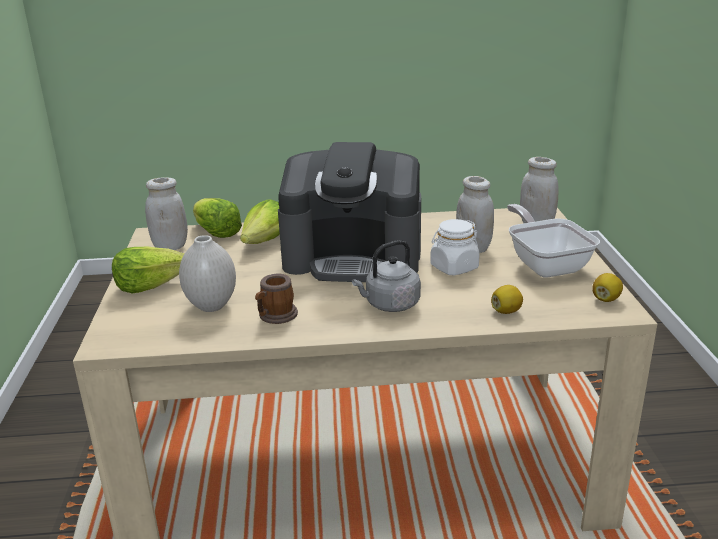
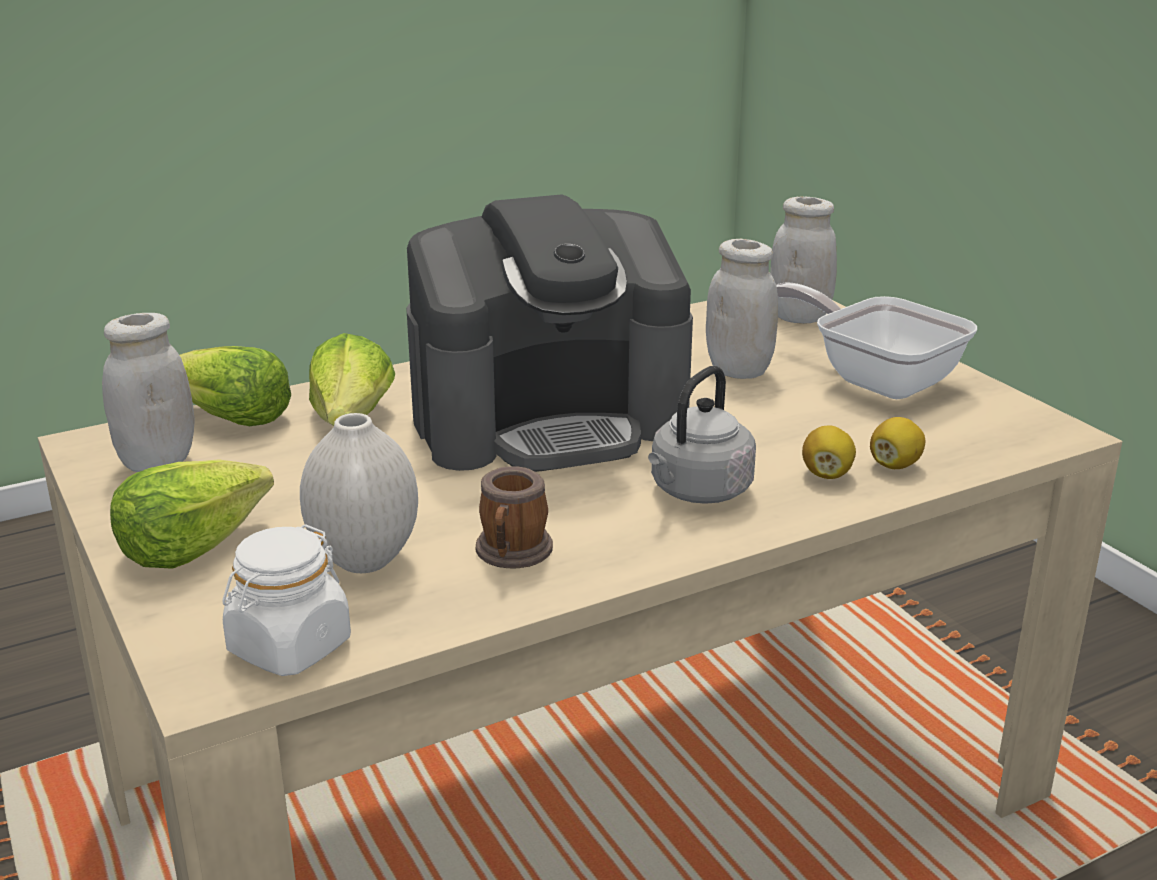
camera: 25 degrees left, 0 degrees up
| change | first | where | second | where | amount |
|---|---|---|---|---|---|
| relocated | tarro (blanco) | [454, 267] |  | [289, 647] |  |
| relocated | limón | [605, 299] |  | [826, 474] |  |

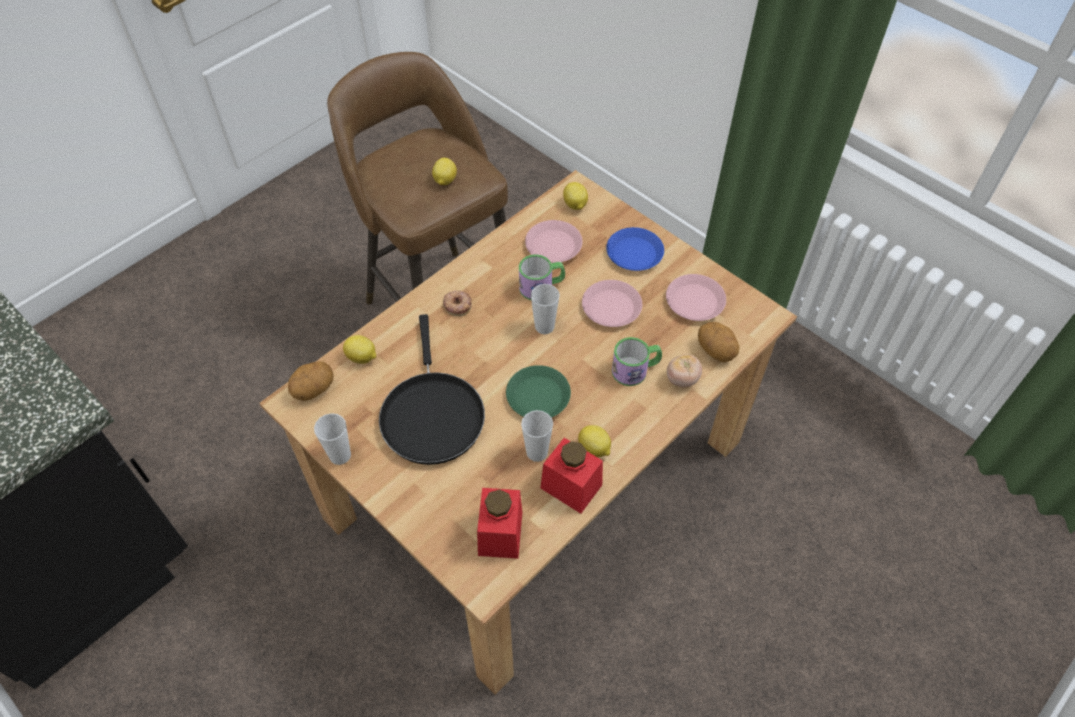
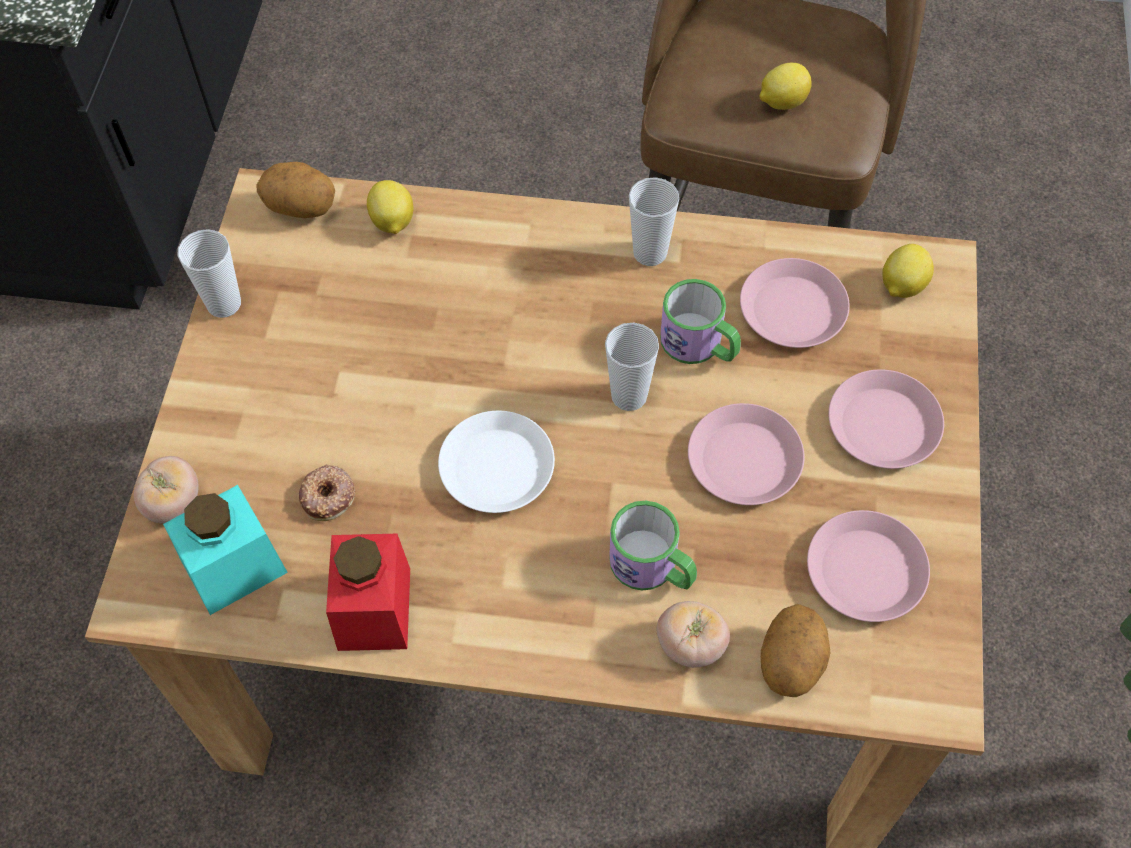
camera: 55 degrees right, 5 degrees up
| change | first | where | second | where | amount |
|---|---|---|---|---|---|
| colour | plato (azul) | [635, 253] | plato (rosa) | [884, 426] |  |
| relocated | rosquilla | [457, 305] |  | [328, 496] |  |
| missing | sartén (negro) | [432, 414] |  |  |  |
| colour | plato (verde) | [538, 396] | plato (blanco) | [497, 468] |  |
| relocated | taza | [537, 452] |  | [650, 253] |  |
| missing | limón | [594, 449] |  |  |  |
| colour | tarro (rojo) | [500, 533] | tarro (turquesa) | [234, 567] |  |
| appeared |  |  | tomate | [173, 503] |  |

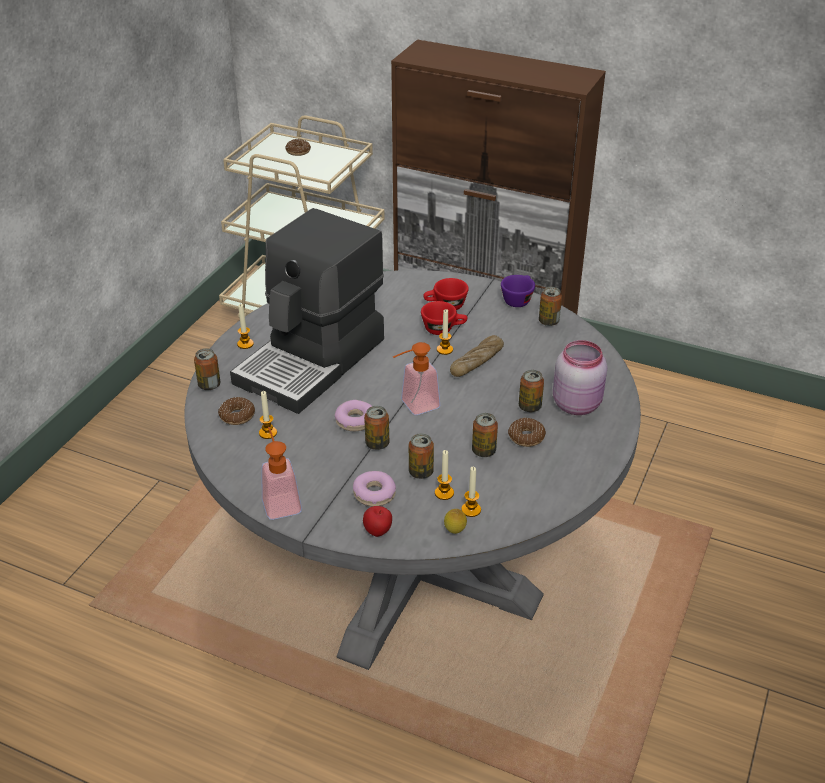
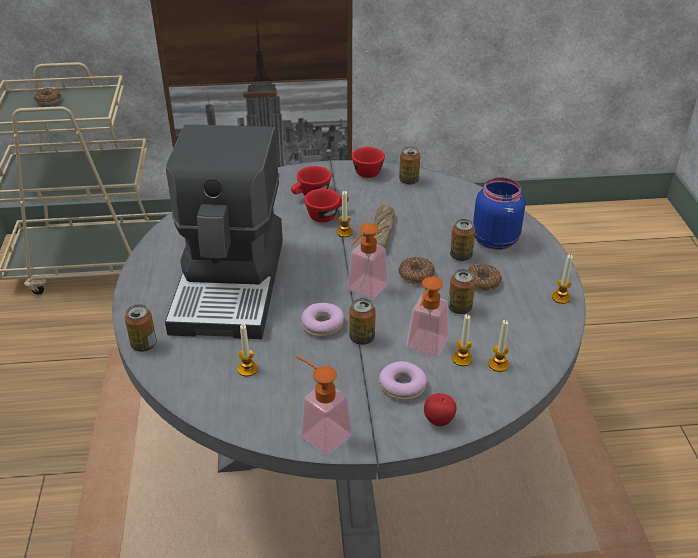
camera: 30 degrees left, 0 degrees up
| change | first | where | second | where | amount |
|---|---|---|---|---|---|
| colour | taza (morado) | [518, 299] | taza (rojo) | [367, 170] |  |
| relocated | vela | [245, 344] |  | [561, 298] |  |
| colour | tarro (rosa) | [577, 404] | tarro (azul) | [495, 240] |  |
| relocated | rosquilla | [237, 416] |  | [416, 275] |  |
| exchanged | lata | [421, 472] | dispensador de jabón | [424, 348] |  |
| missing | limón | [454, 532] |  |  |  |

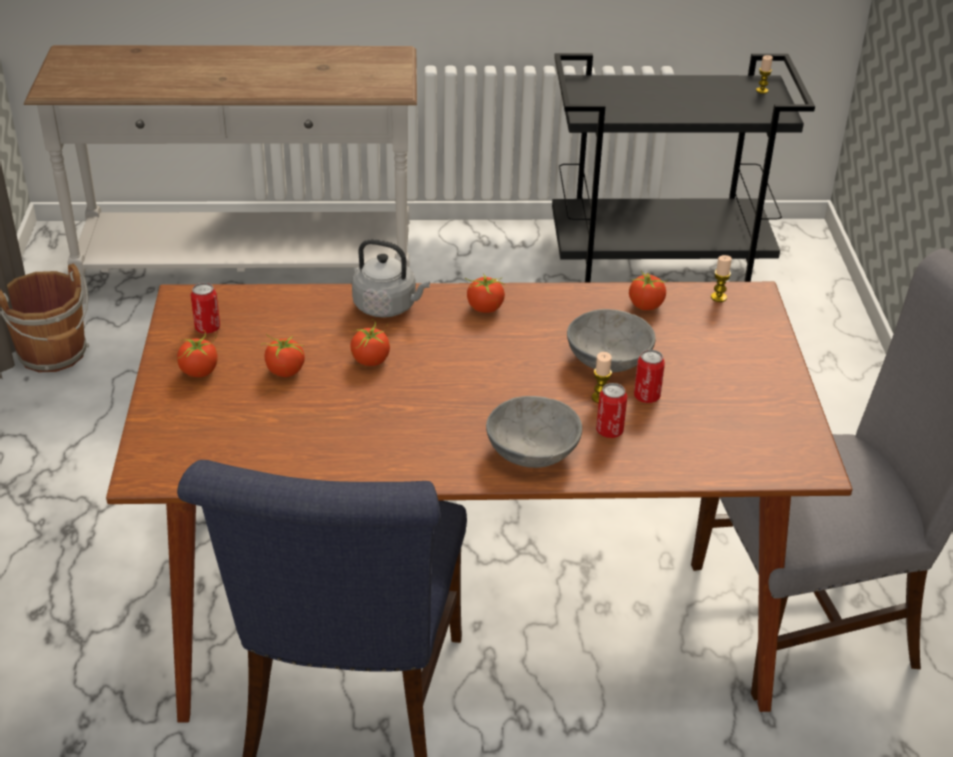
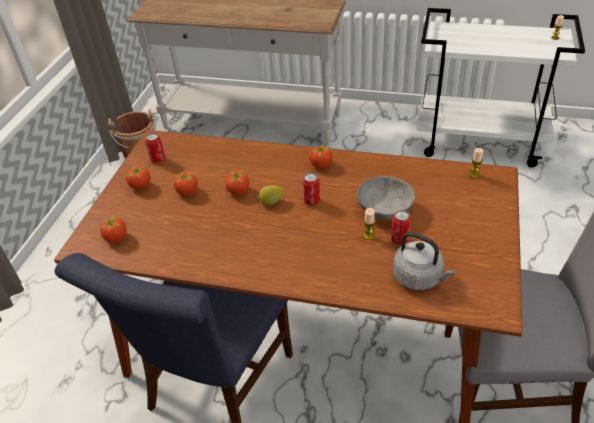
camera: 20 degrees right, 5 degrees up
| change | first | where | second | where | amount |
|---|---|---|---|---|---|
| colour | carrito (negro) | [659, 270] | carrito (blanco) | [481, 142] |  |
| relocated | hervidor (gris) | [388, 307] |  | [420, 277] |  |
| relocated | tomate | [646, 306] |  | [116, 238] |  |
| relocated | lata | [609, 431] |  | [312, 201] |  |
| missing | cuenco (gris) | [531, 451] |  |  |  |
| appeared |  |  | limón | [271, 202] |  |

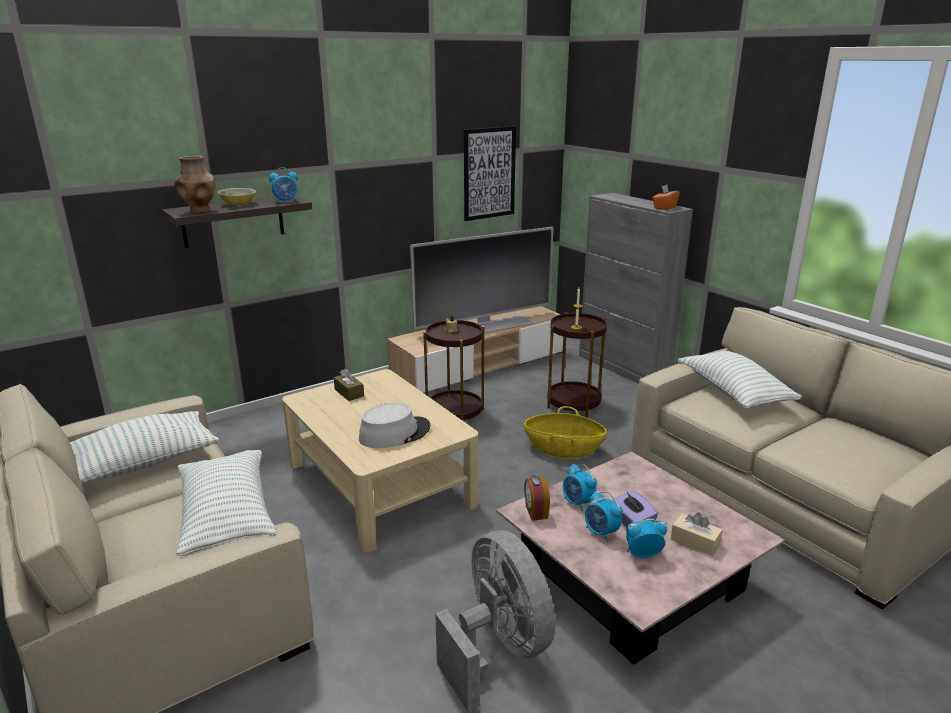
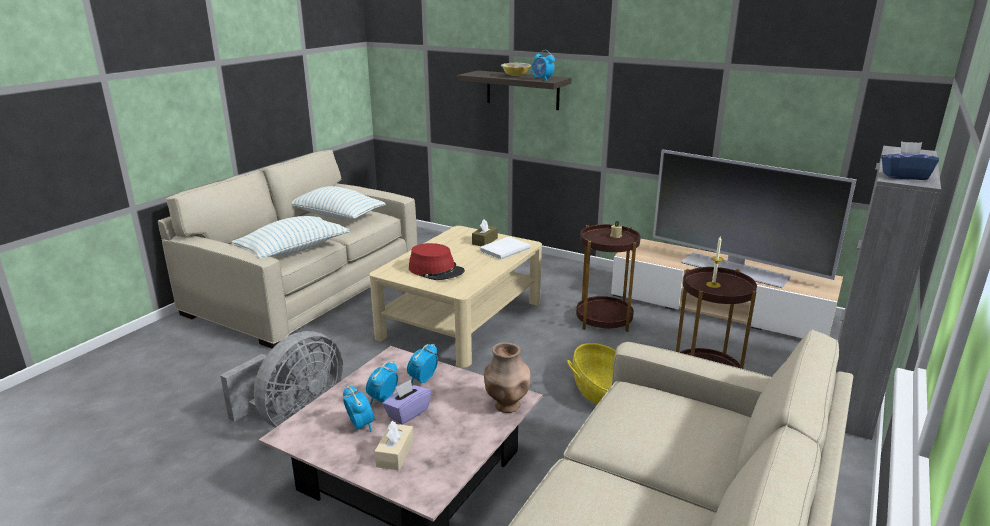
camera: 65 degrees right, 0 degrees up
| change | first | where | second | where | amount |
|---|---|---|---|---|---|
| missing | cuadro | [489, 173] |  |  |  |
| relocated | florero (marrón) | [200, 211] |  | [506, 406] |  |
| colour | caja de pañuelos (naranja) | [664, 207] | caja de pañuelos (azul) | [904, 176] |  |
| missing | cojín | [733, 393] |  |  |  |
| colour | sombrero (gris) | [394, 433] | sombrero (rojo) | [436, 270] |  |
| missing | despertador | [535, 512] |  |  |  |
| appeared |  |  | libro (blanco) | [503, 249] |  |

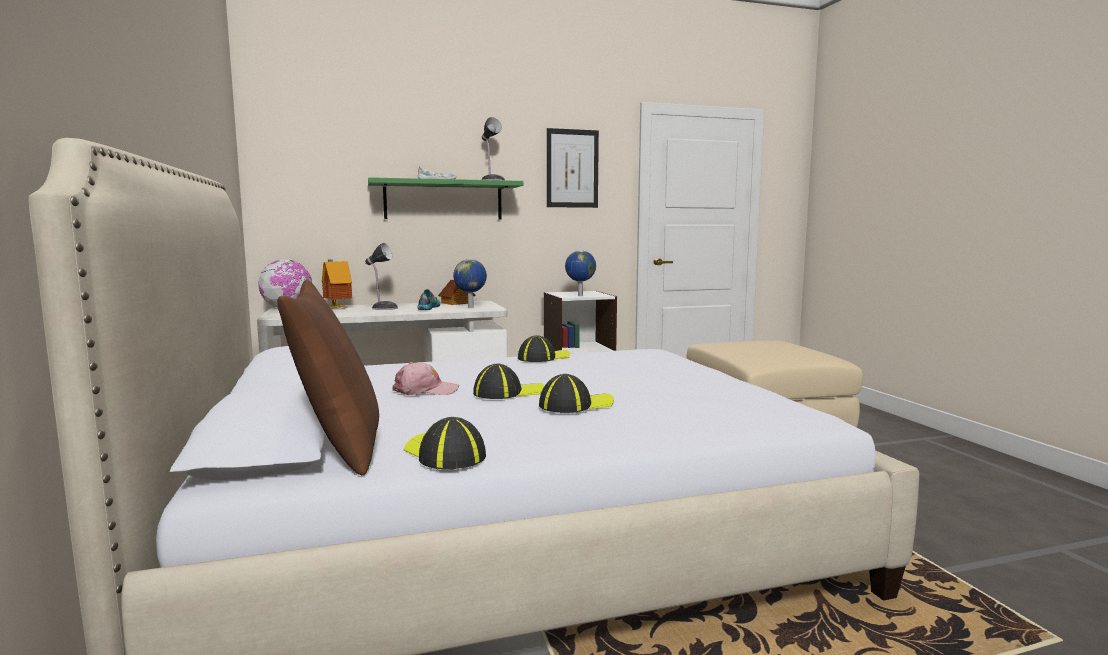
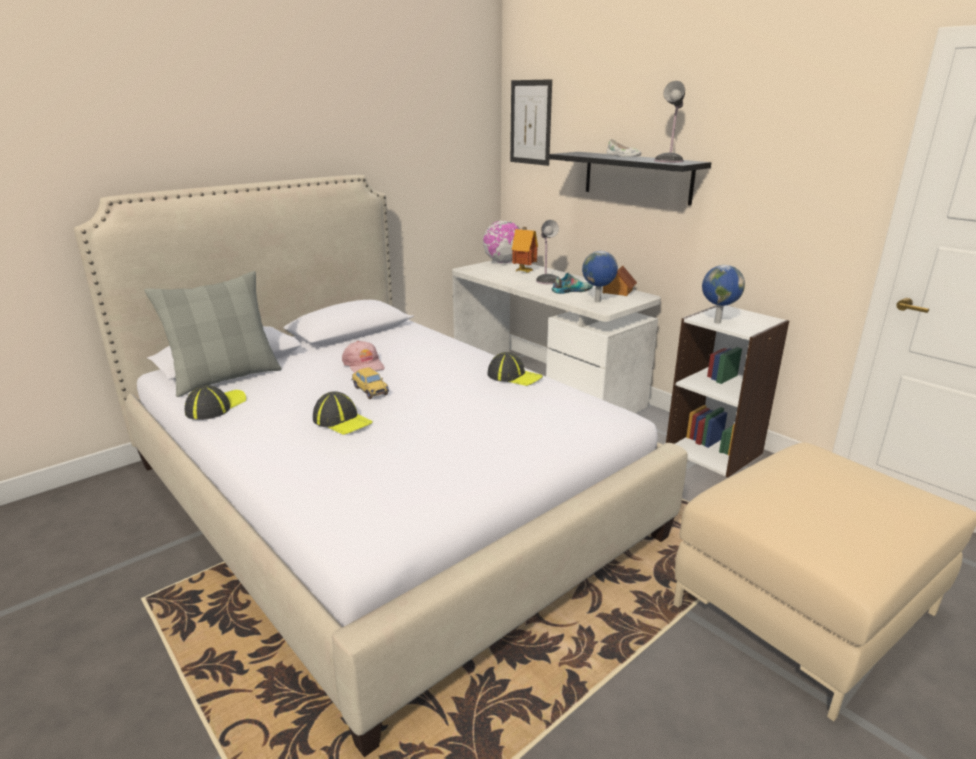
camera: 65 degrees right, 15 degrees up
| change | first | where | second | where | amount |
|---|---|---|---|---|---|
| relocated | cuadro | [572, 168] |  | [530, 122] |  |
| colour | estante (verde) | [443, 200] | estante (negro) | [637, 177] |  |
| colour | cojín (marrón) | [340, 446] | cojín (gris) | [226, 378] |  |
| exchanged | gorra | [508, 392] | coche de juguete | [370, 390] |  |

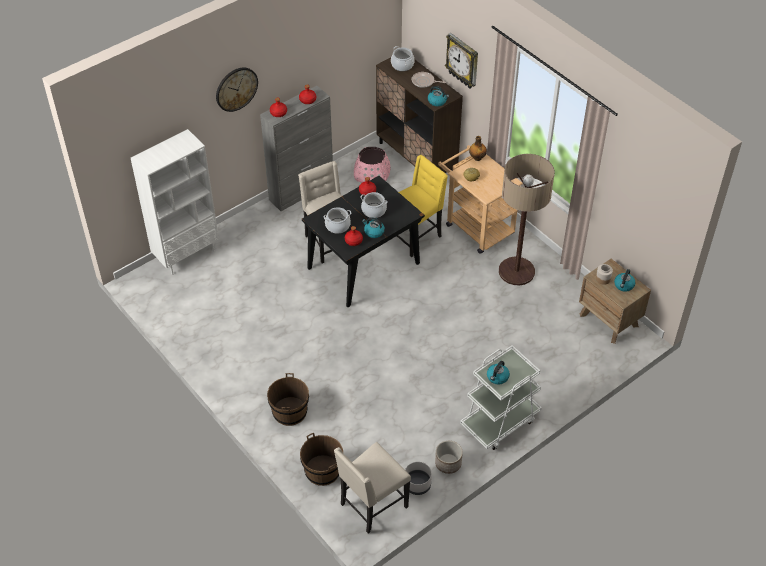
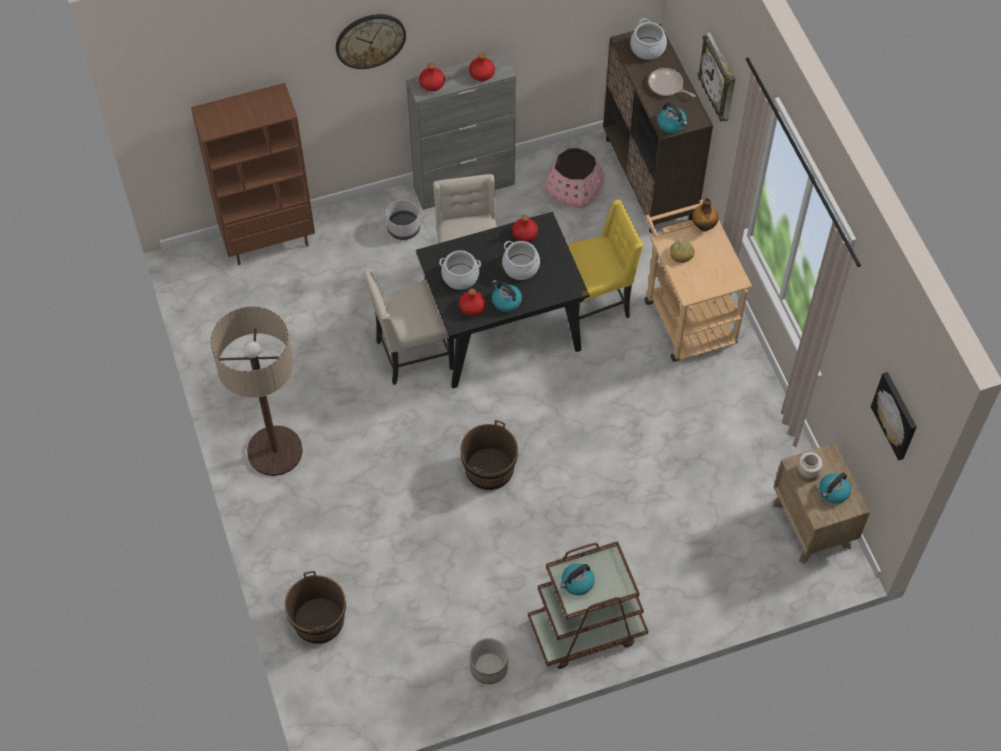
camera: 20 degrees right, 10 degrees up
| change | first | where | second | where | amount |
|---|---|---|---|---|---|
| colour | estantería (blanco) | [187, 255] | estantería (marrón) | [269, 241] |  |
| relocated | lámpara de pie | [516, 271] |  | [275, 451] |  |
| colour | carrito (blanco) | [500, 421] | carrito (marrón) | [586, 629] |  |
| relocated | cubo (marrón) | [289, 412] |  | [489, 469] |  |
| relocated | silla (beis) | [372, 506] |  | [412, 354] |  |
| relocated | maceta (gris) | [417, 484] |  | [404, 228] |  |
| appeared |  |  | cuadro | [896, 415] |  |

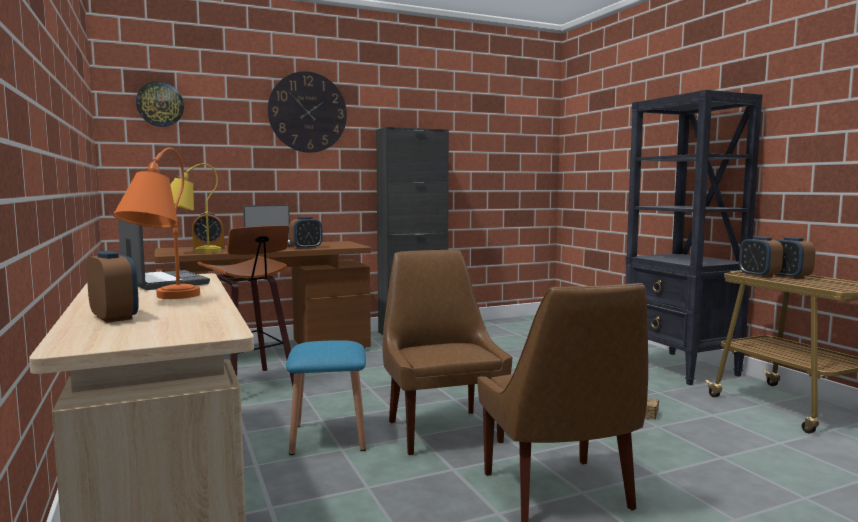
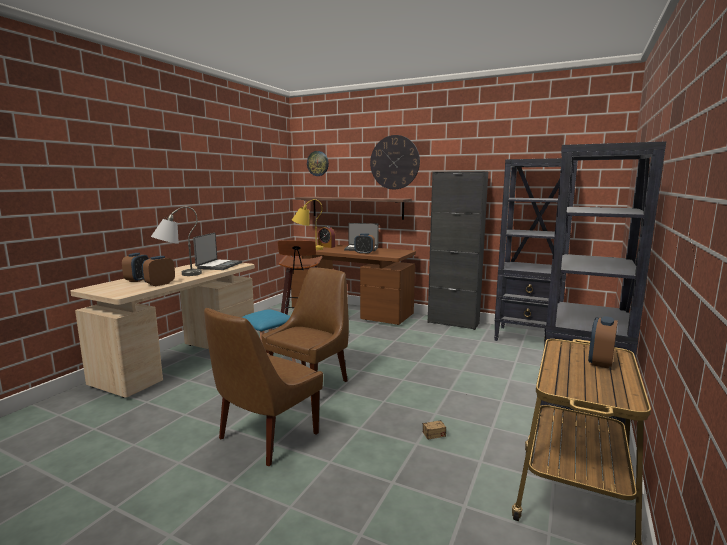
camera: 50 degrees right, 5 degrees up
| change | first | where | second | where | amount |
|---|---|---|---|---|---|
| colour | lámpara de mesa (naranja) | [161, 300] | lámpara de mesa (gris) | [177, 275] |  |
| relocated | despertador | [758, 276] |  | [160, 284] |  |
| appeared |  |  | estantería (negro) | [528, 338] |  |
| appeared |  |  | estante | [356, 207] |  |

